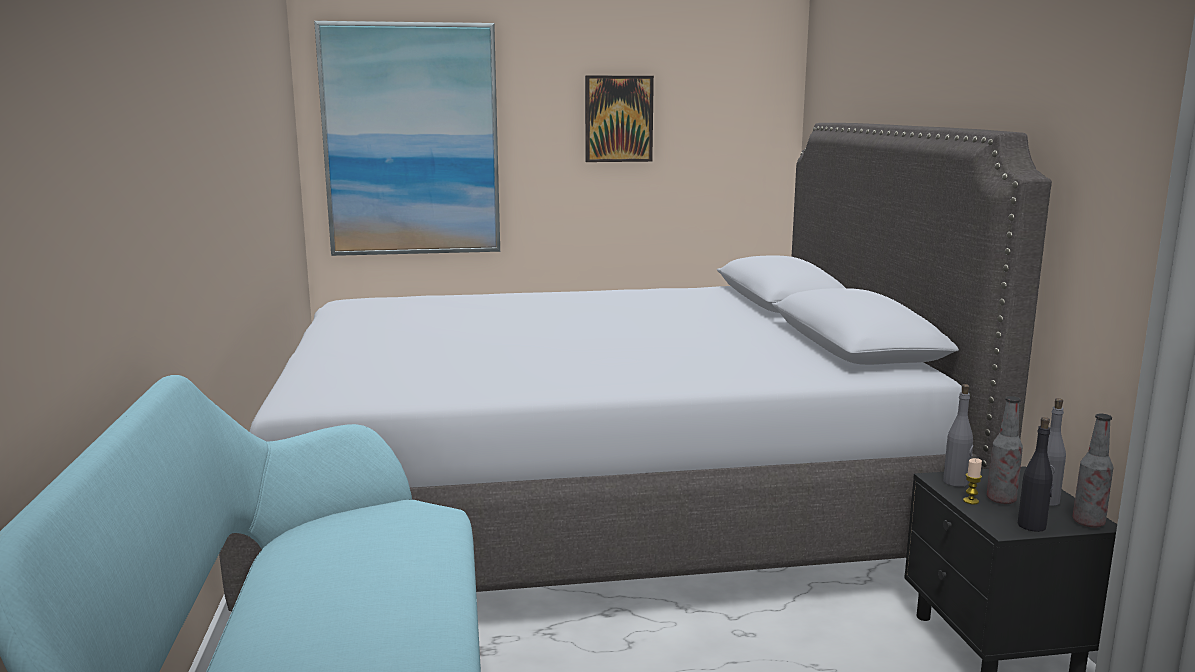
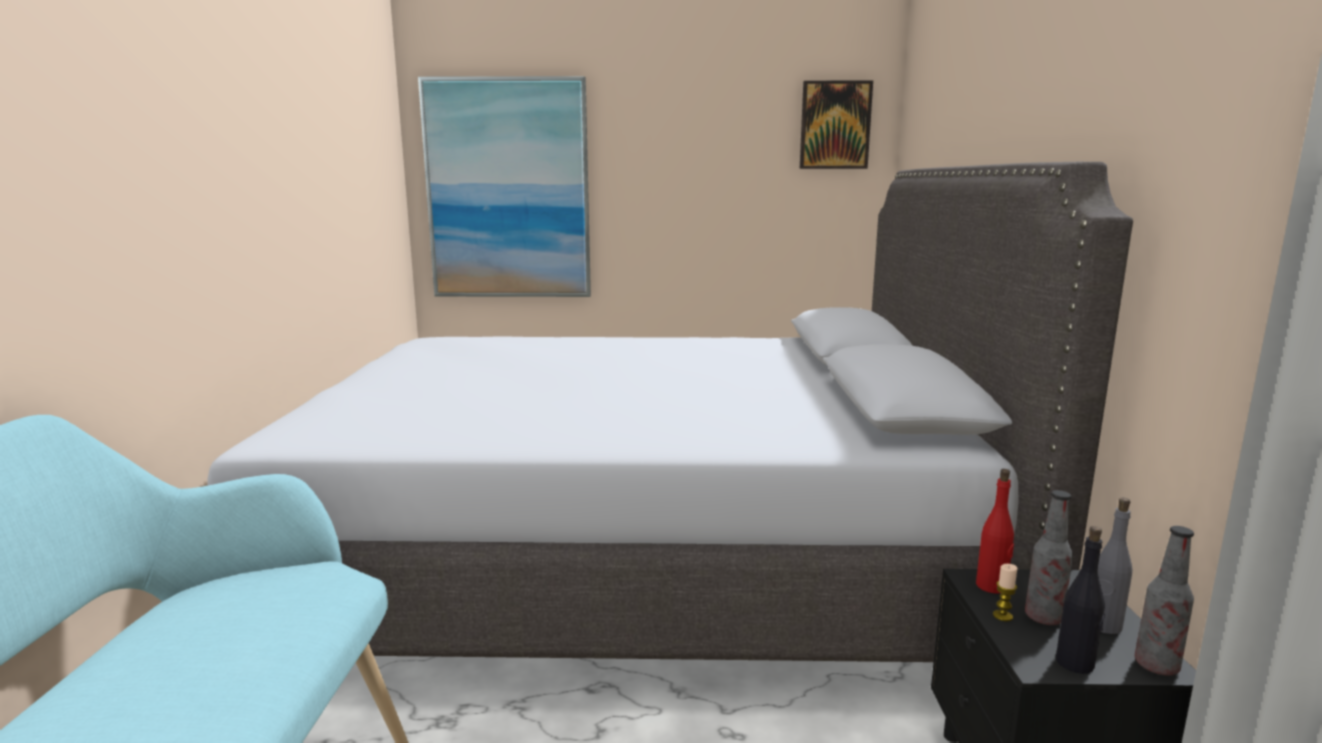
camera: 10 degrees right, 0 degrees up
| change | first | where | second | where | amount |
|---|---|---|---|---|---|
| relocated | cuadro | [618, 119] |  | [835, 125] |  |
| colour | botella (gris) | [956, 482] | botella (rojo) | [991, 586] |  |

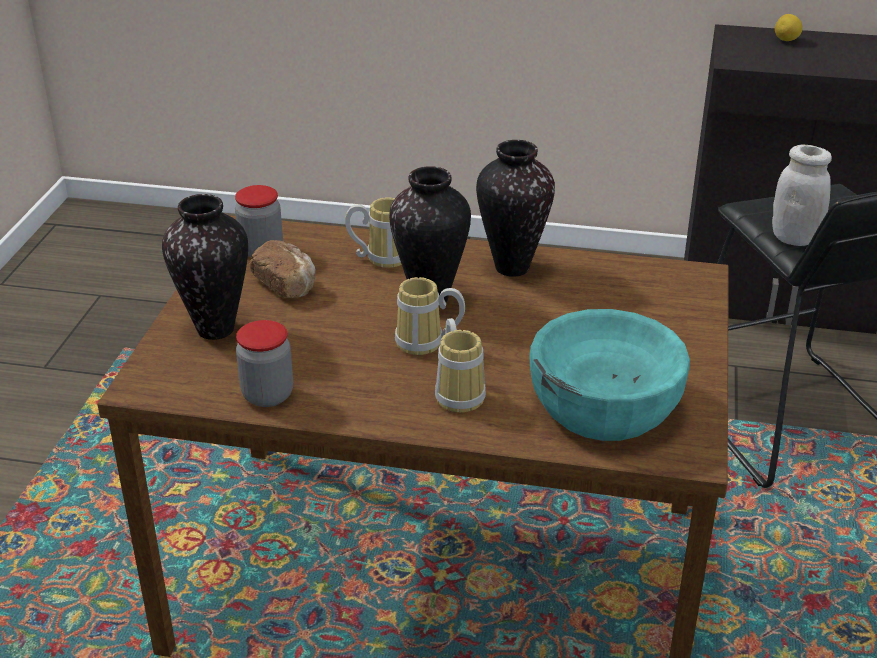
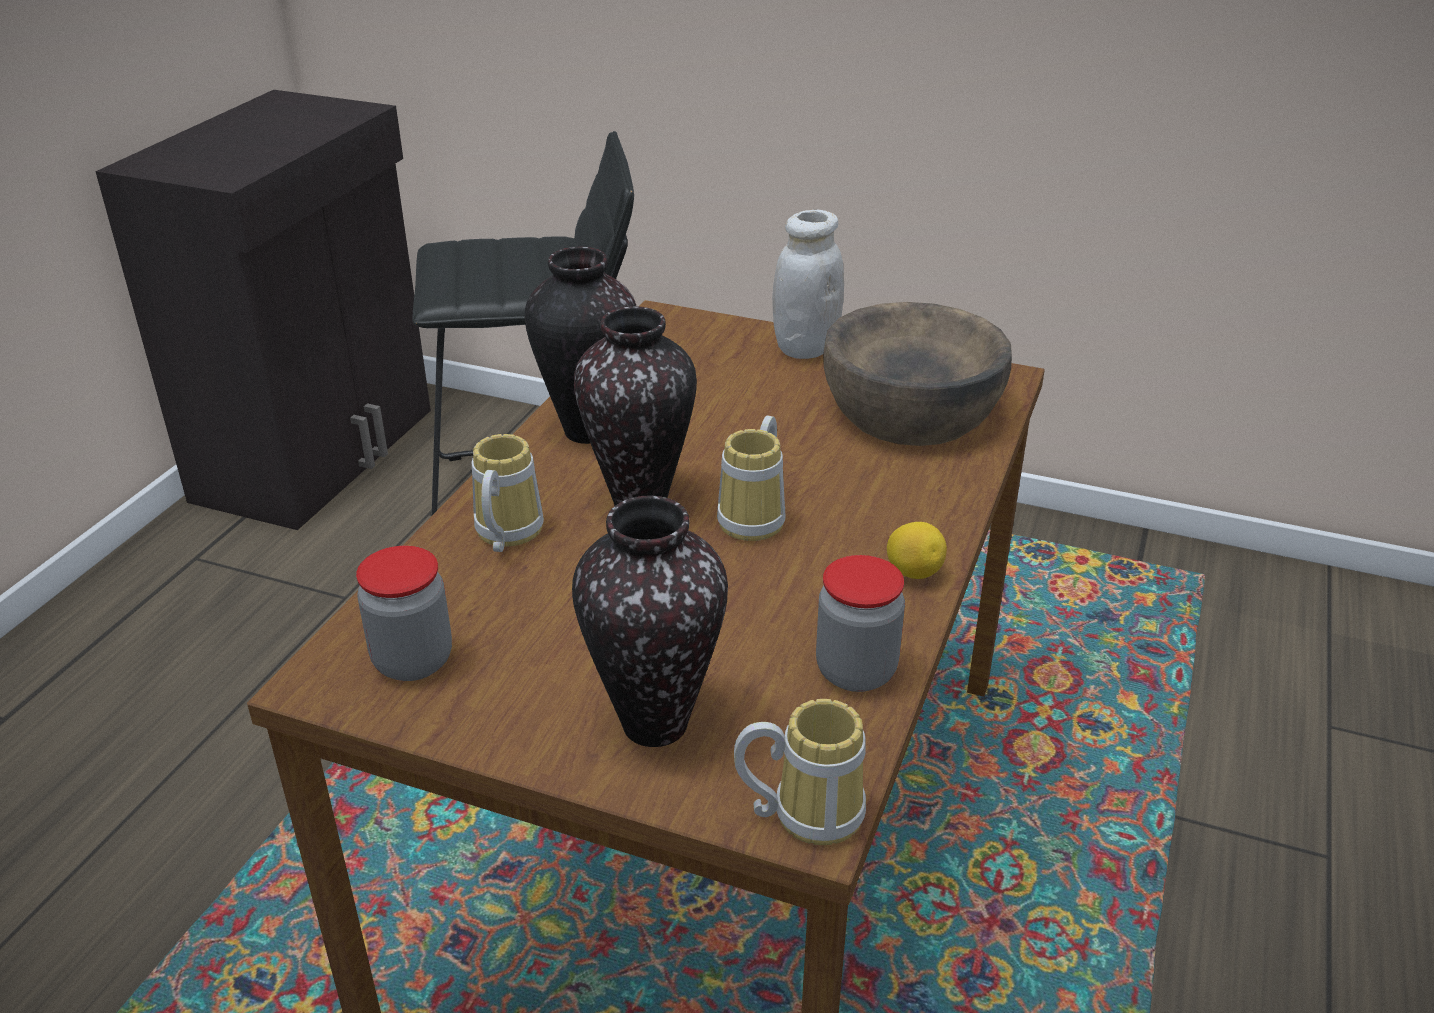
camera: 80 degrees left, 0 degrees up
| change | first | where | second | where | amount |
|---|---|---|---|---|---|
| relocated | limón | [786, 40] |  | [913, 572] |  |
| relocated | tarro (blanco) | [794, 238] |  | [805, 348] |  |
| missing | pan | [286, 284] |  |  |  |
| colour | cuenco (turquesa) | [604, 406] | cuenco (marrón) | [912, 411] |  |
| relocated | taza grande | [460, 393] |  | [805, 811] |  |

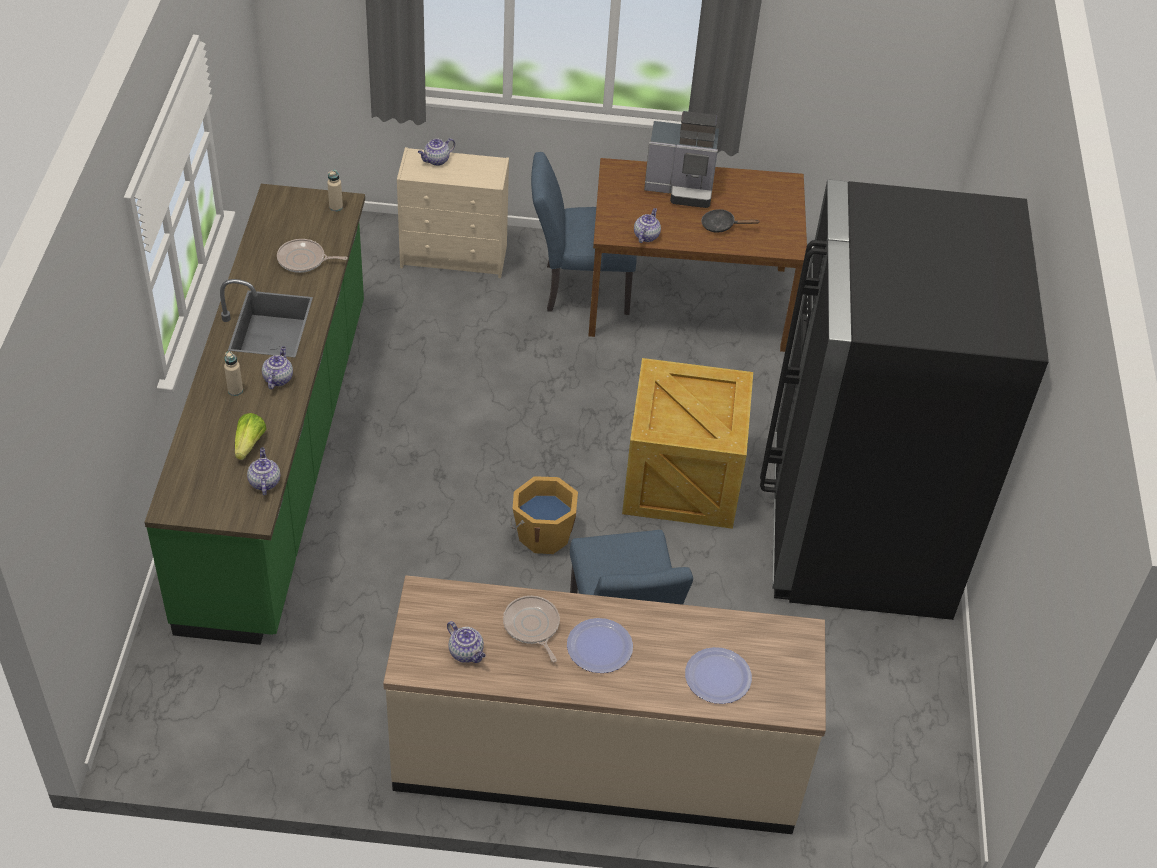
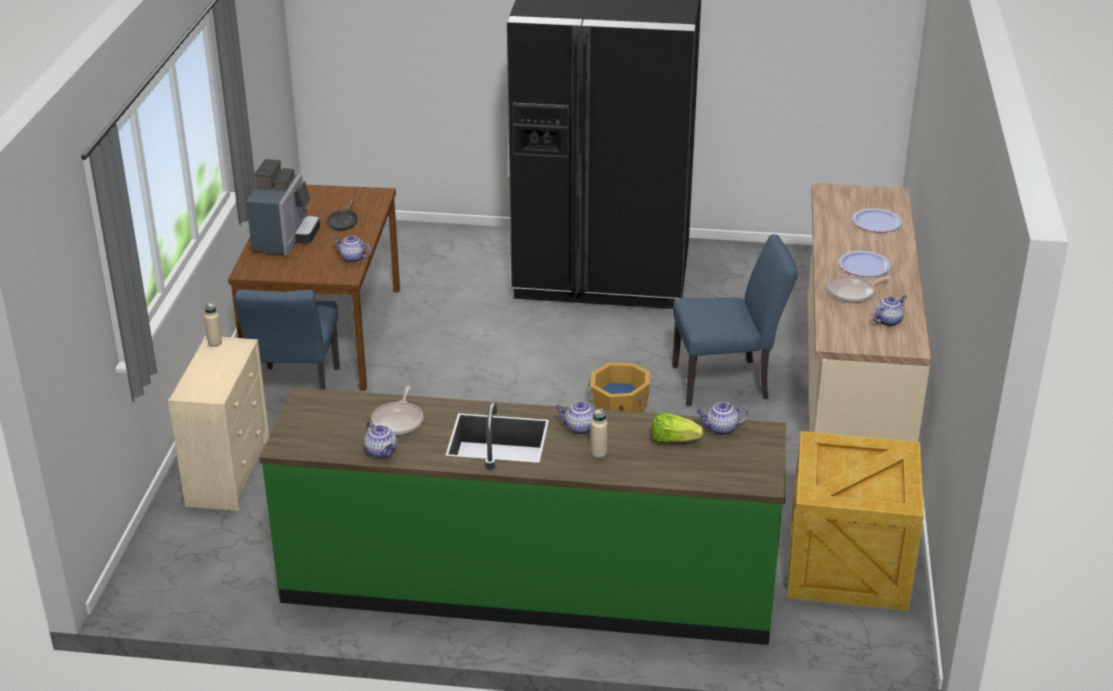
camera: 85 degrees left, 15 degrees down
| change | first | where | second | where | amount |
|---|---|---|---|---|---|
| relocated | tetera | [436, 160] |  | [382, 452] |  |
| relocated | botella (beis) | [336, 207] |  | [215, 343] |  |
| relocated | caja de embalaje | [683, 481] |  | [849, 564] |  |

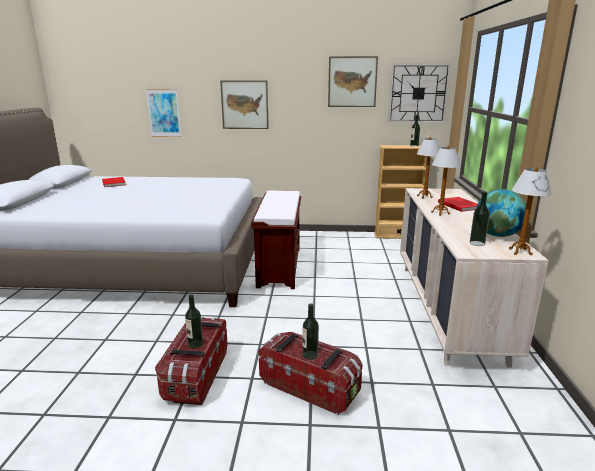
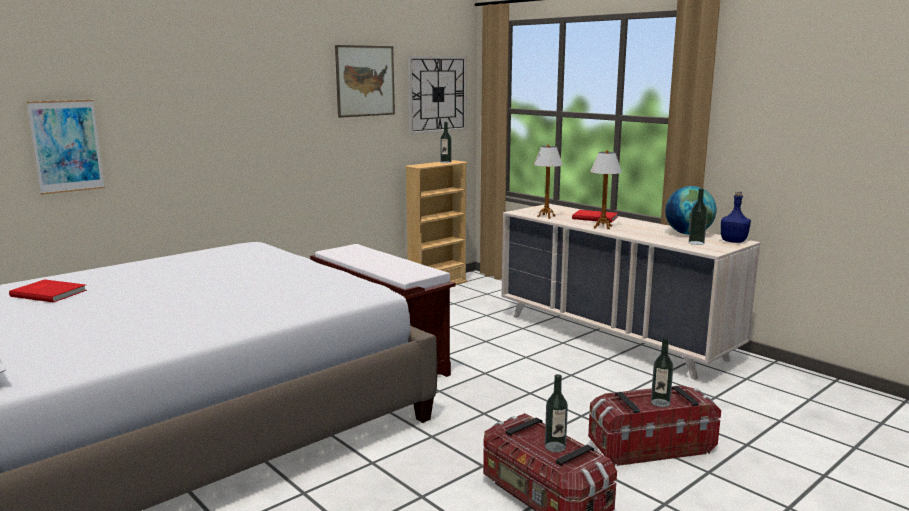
camera: 45 degrees left, 5 degrees down
| change | first | where | second | where | amount |
|---|---|---|---|---|---|
| missing | cuadro | [244, 105] |  |  |  |
| exchanged | lámpara de mesa | [520, 252] | botella (azul) | [733, 241] |  |

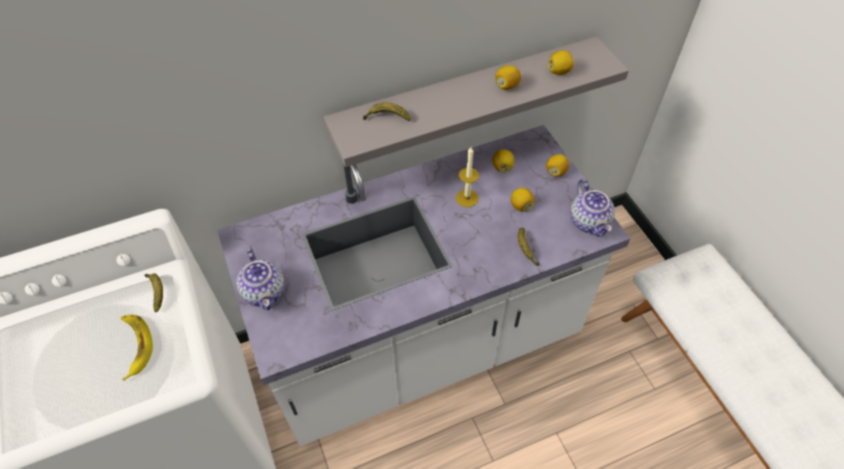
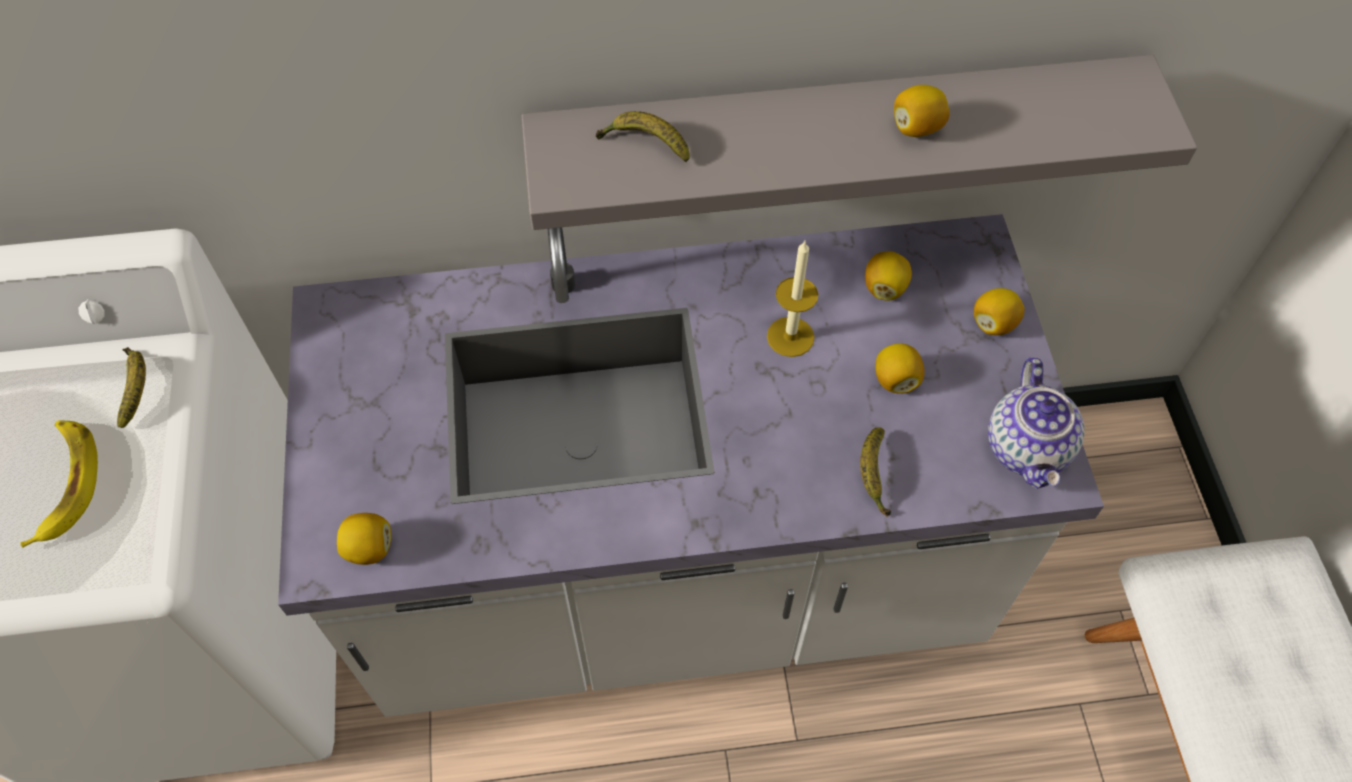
camera: 15 degrees right, 5 degrees up
| change | first | where | second | where | amount |
|---|---|---|---|---|---|
| relocated | limón | [559, 71] |  | [369, 548] |  |
| missing | tetera | [265, 292] |  |  |  |

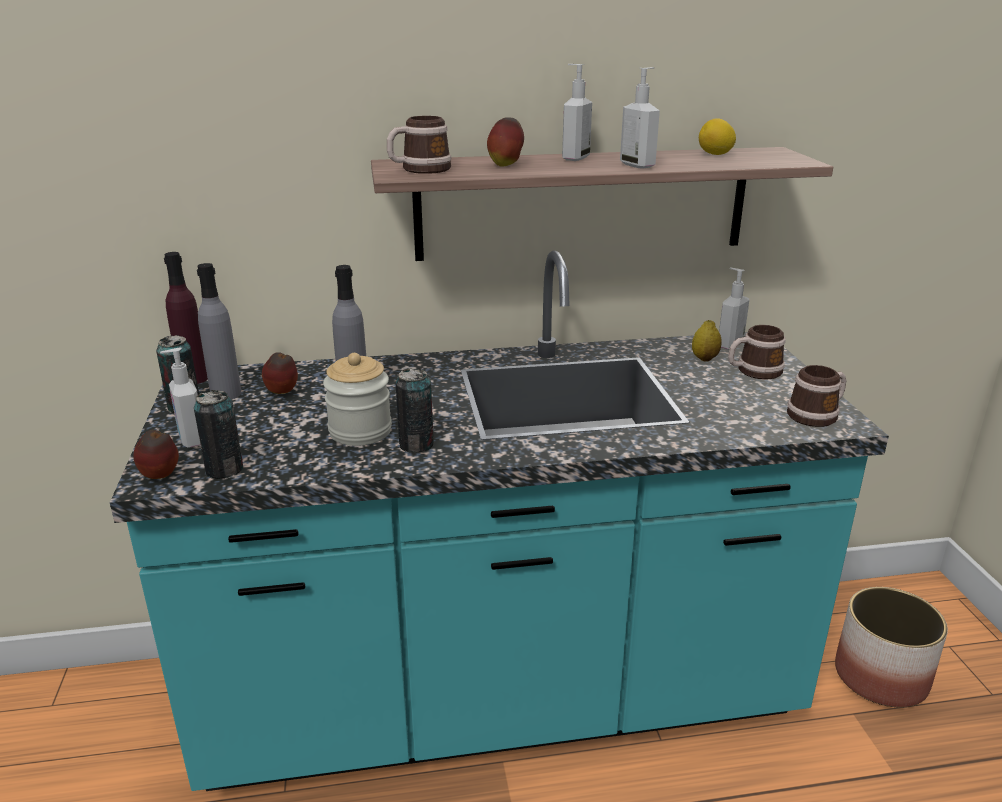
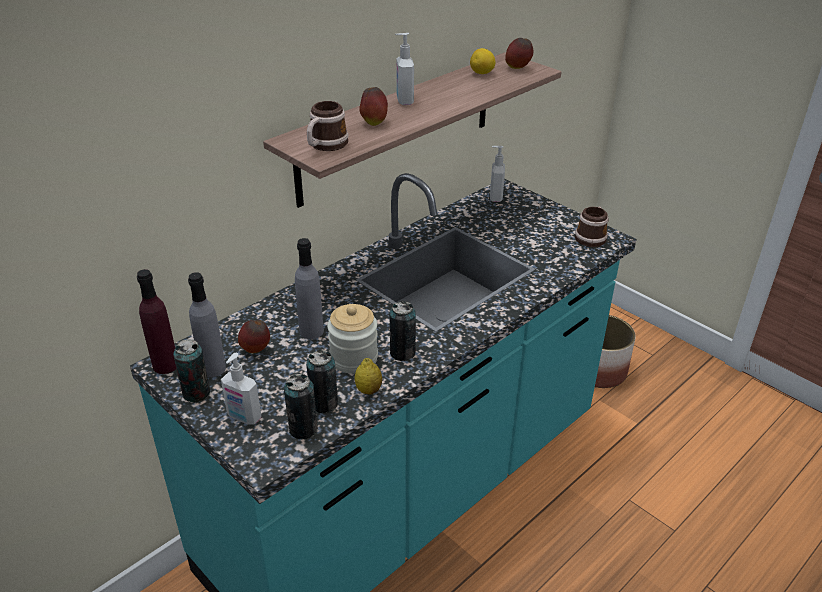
camera: 35 degrees left, 10 degrees up
| change | first | where | second | where | amount |
|---|---|---|---|---|---|
| missing | dispensador de jabón | [638, 165] |  |  |  |
| relocated | limón | [704, 358] |  | [368, 390] |  |
| missing | taza grande | [753, 371] |  |  |  |
| relocated | manzana | [160, 477] |  | [518, 68] |  |
| appeared |  |  | lata | [324, 404] |  |

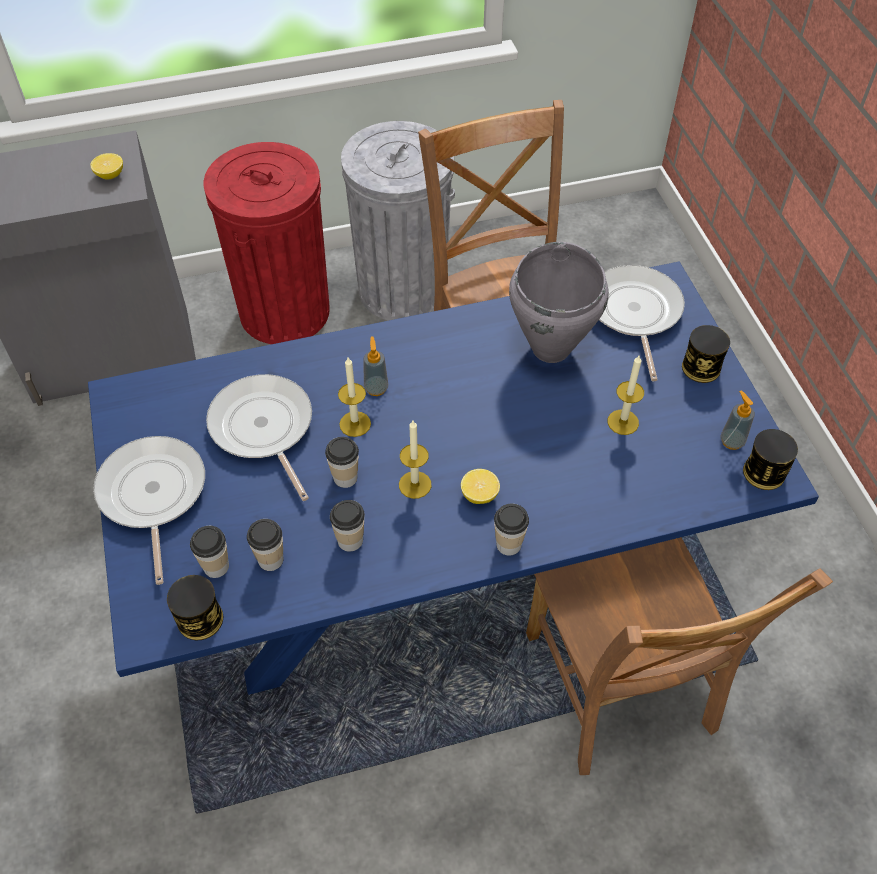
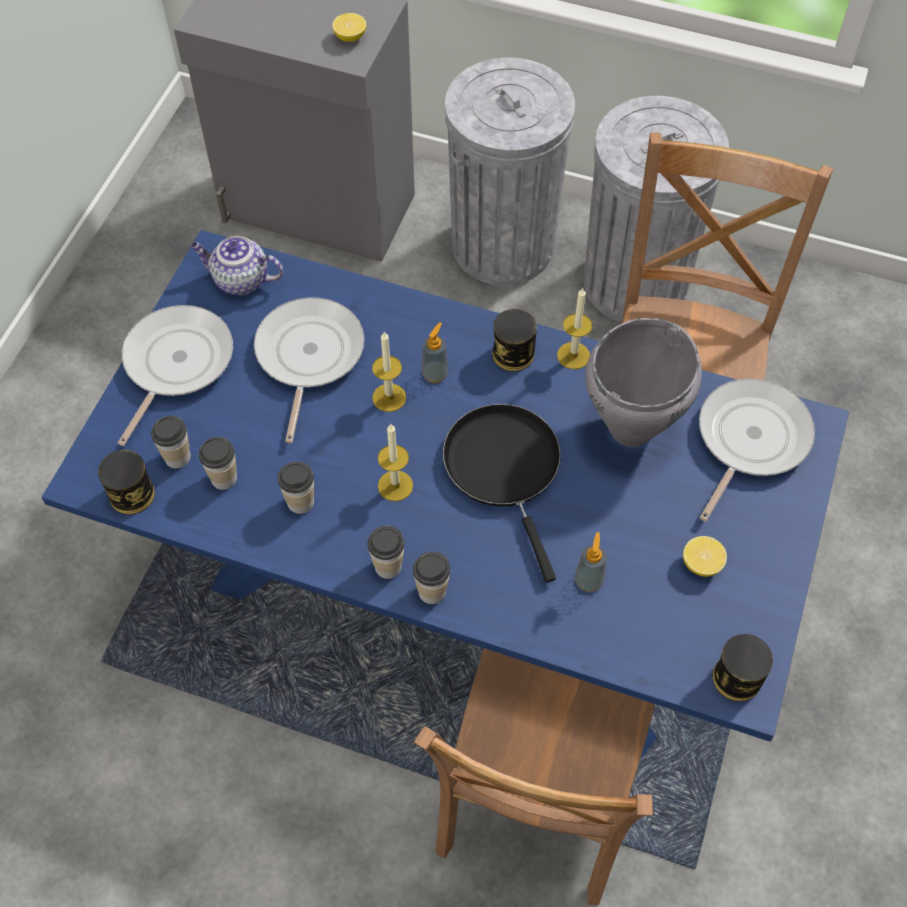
camera: 35 degrees right, 5 degrees up
| change | first | where | second | where | amount |
|---|---|---|---|---|---|
| colour | papelera (rojo) | [284, 311] | papelera (gris) | [502, 245] |  |
| relocated | lata | [701, 367] |  | [513, 354] |  |
| relocated | vela | [623, 422] |  | [573, 355] |  |
| relocated | dispensador de jabón | [732, 441] |  | [588, 581] |  |
| relocated | taza | [345, 477] |  | [388, 566] |  |
| relocated | limón | [479, 495] |  | [701, 564] |  |
| appeared |  |  | tetera | [240, 280] |  |
| appeared |  |  | sartén (negro) | [505, 469] |  |

